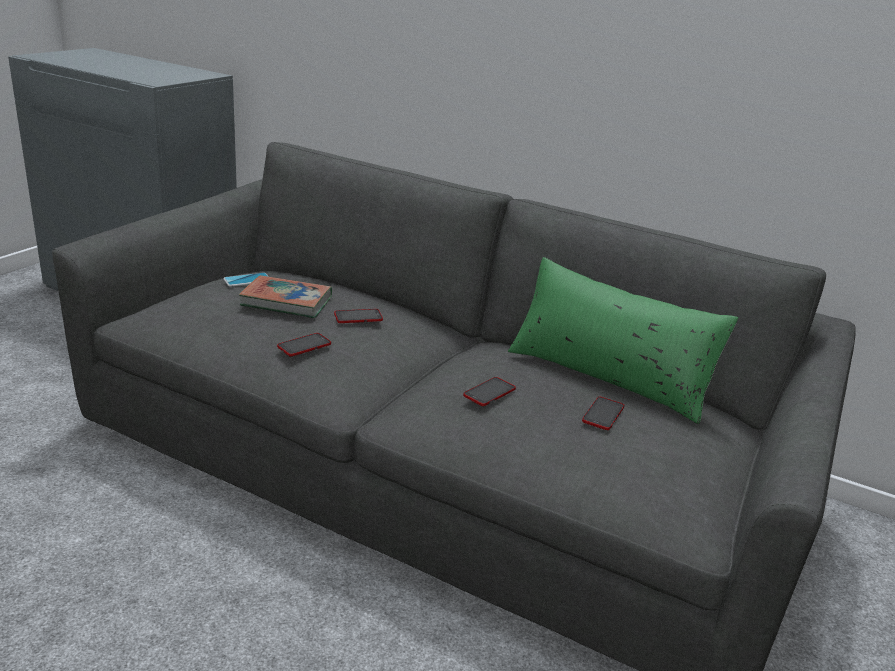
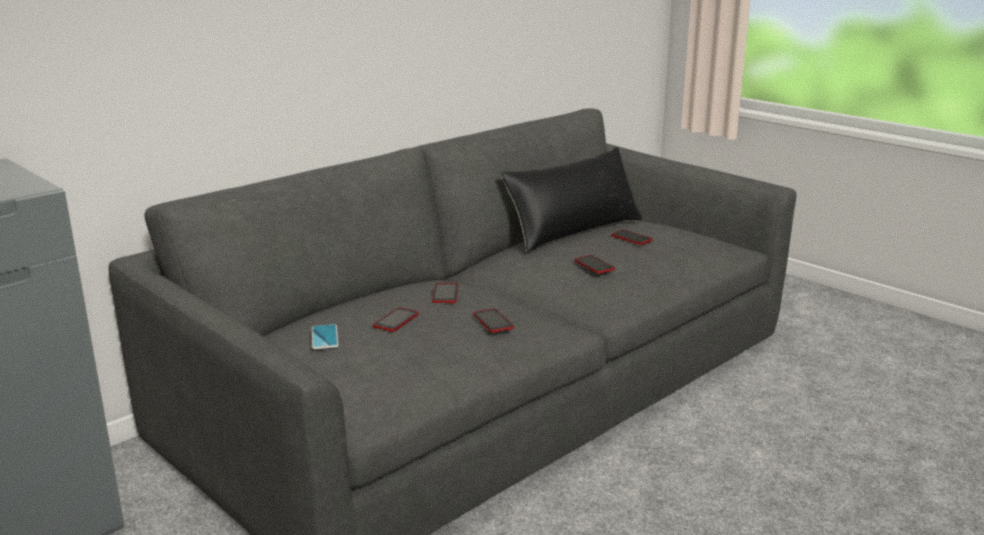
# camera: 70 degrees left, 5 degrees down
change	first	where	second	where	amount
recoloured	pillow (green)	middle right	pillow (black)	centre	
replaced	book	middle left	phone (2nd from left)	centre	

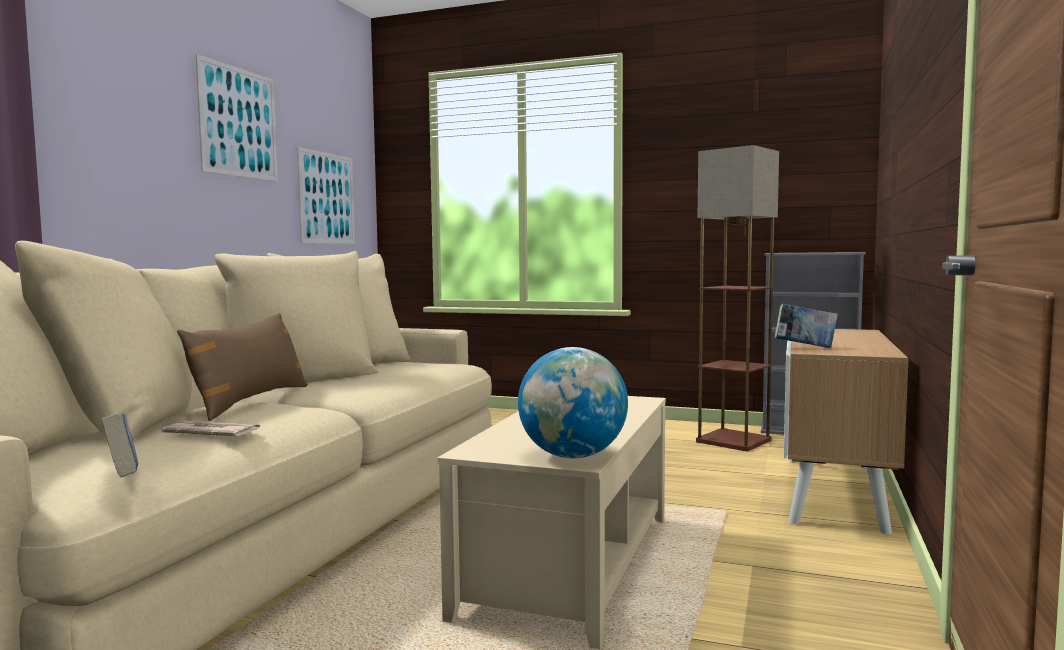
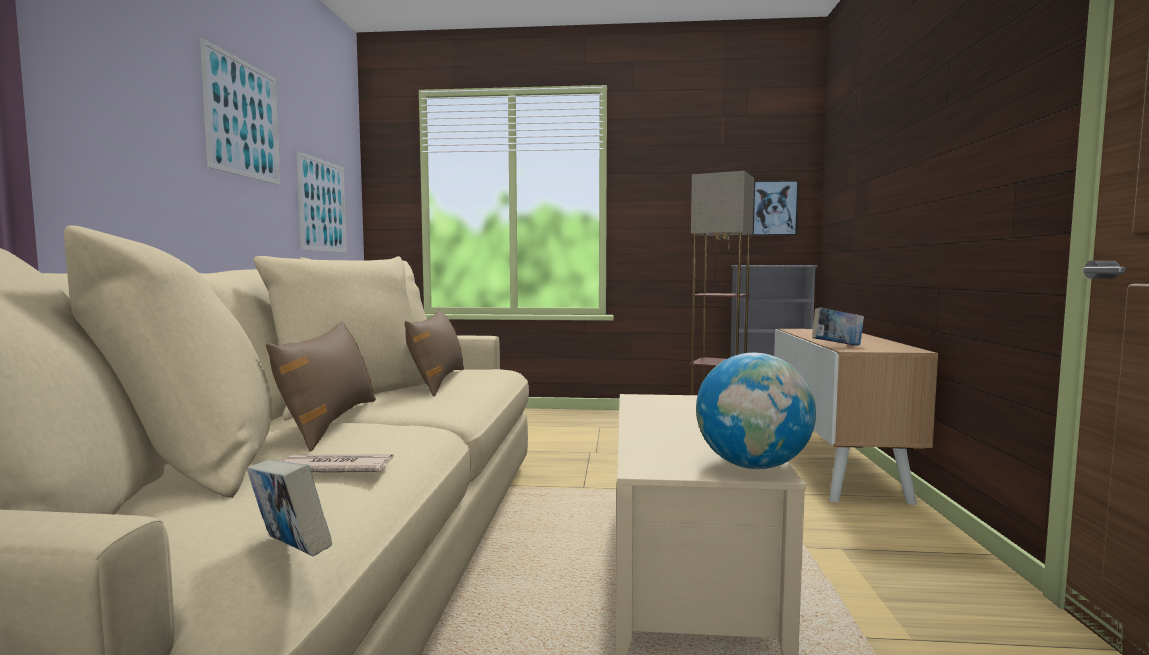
# camera: 15 degrees left, 0 degrees up
change	first	where	second	where	amount
added			picture (3rd from left)	top right	
added			pillow (brown) (2nd from left)	centre	

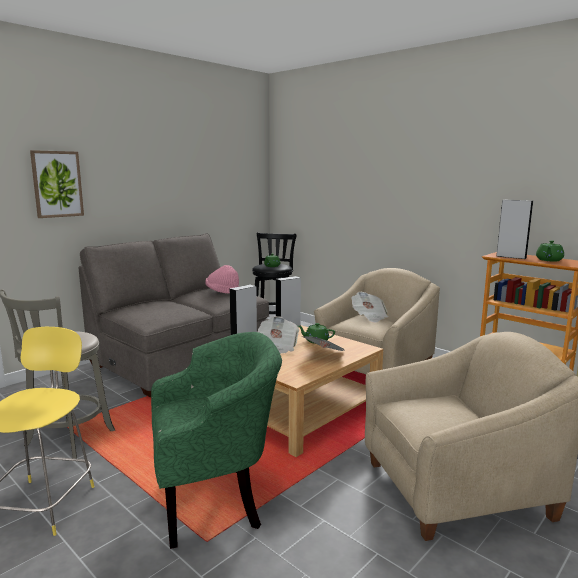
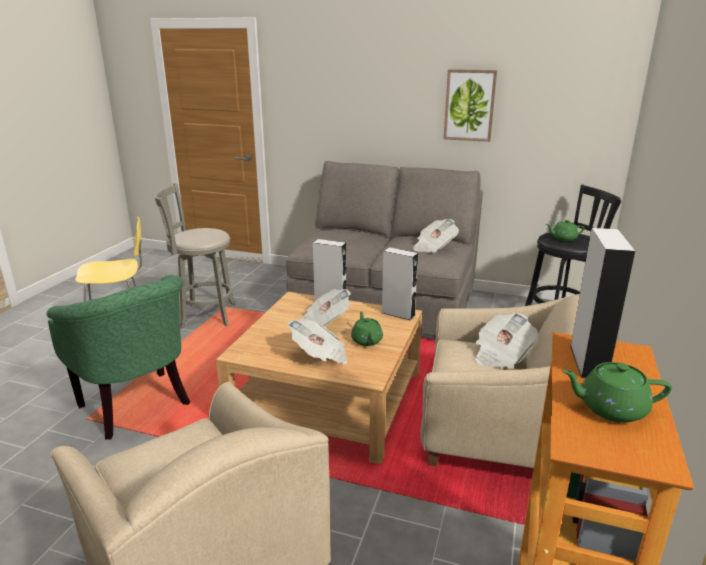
# camera: 65 degrees right, 10 degrees up
change	first	where	second	where	amount
moved	picture	top left		top centre	
replaced	hat (pink)	centre	newspaper (3rd from left)	centre	

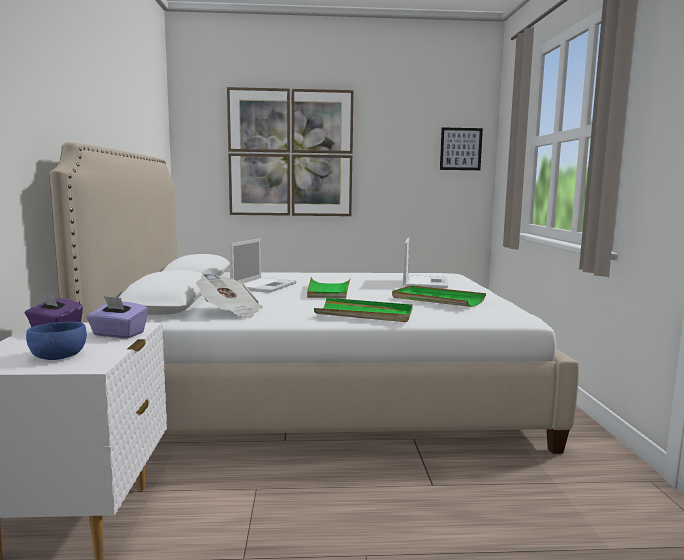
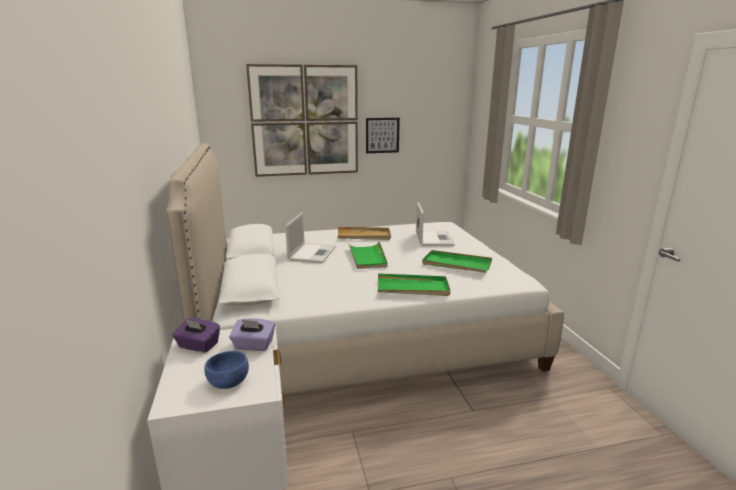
# camera: 10 degrees left, 10 degrees up
change	first	where	second	where	amount
moved	picture (2nd from left)	top right		top centre	
removed	newspaper	centre			
added			tray (beige)	centre	

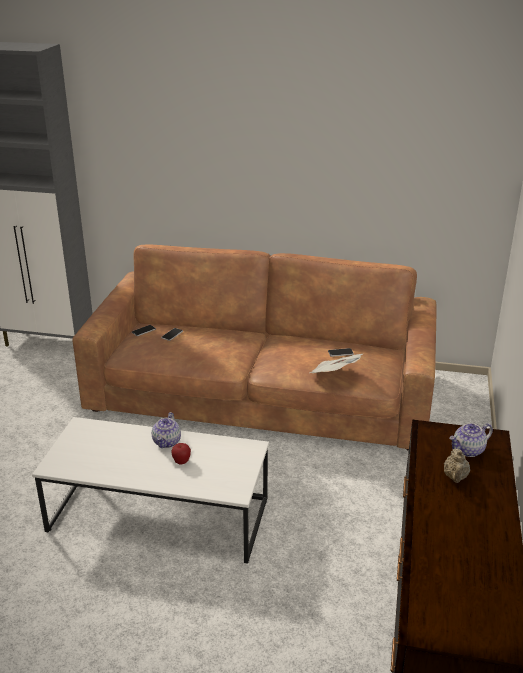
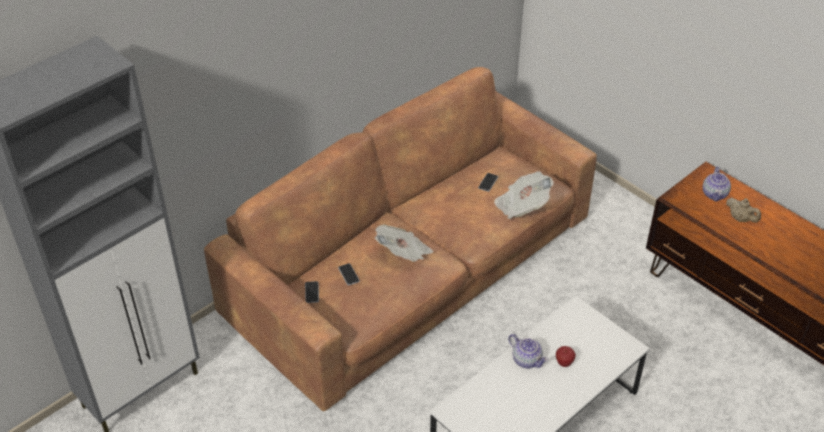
# camera: 55 degrees left, 15 degrees up
change	first	where	second	where	amount
added			newspaper (1st from left)	centre	

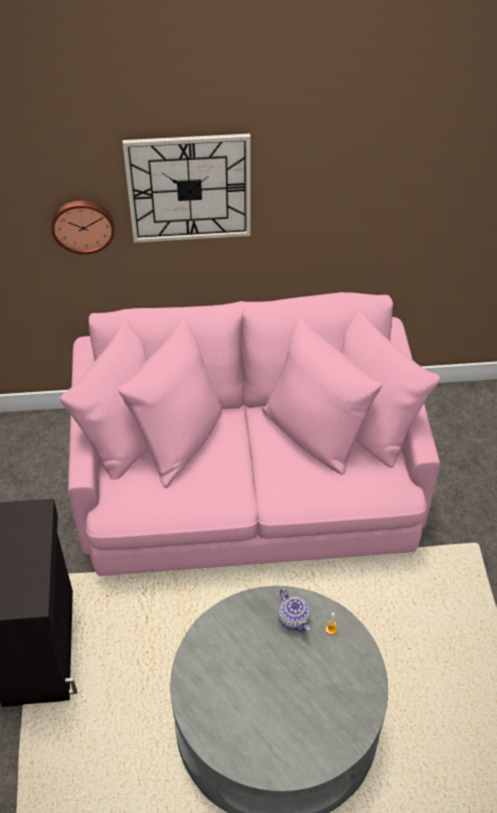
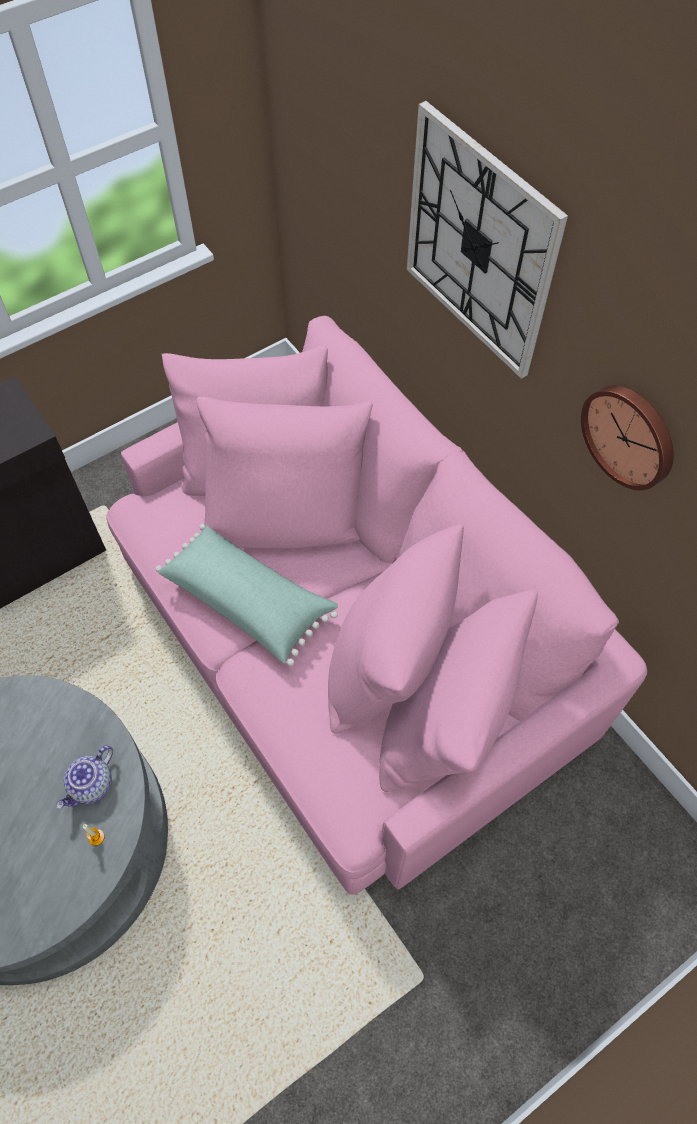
# camera: 60 degrees right, 10 degrees up
change	first	where	second	where	amount
moved	wall clock (1st from left in the first image)	top left	wall clock (2nd from left)	middle right	
added			pillow (green)	centre	

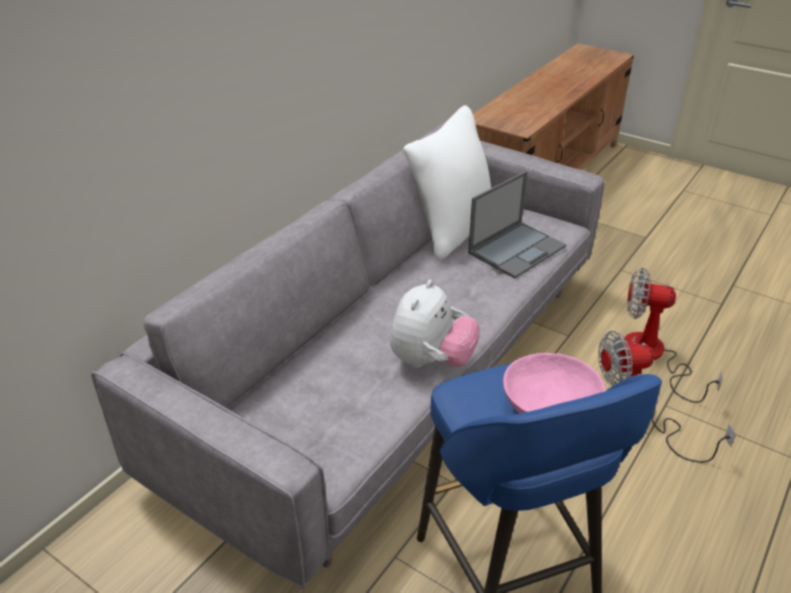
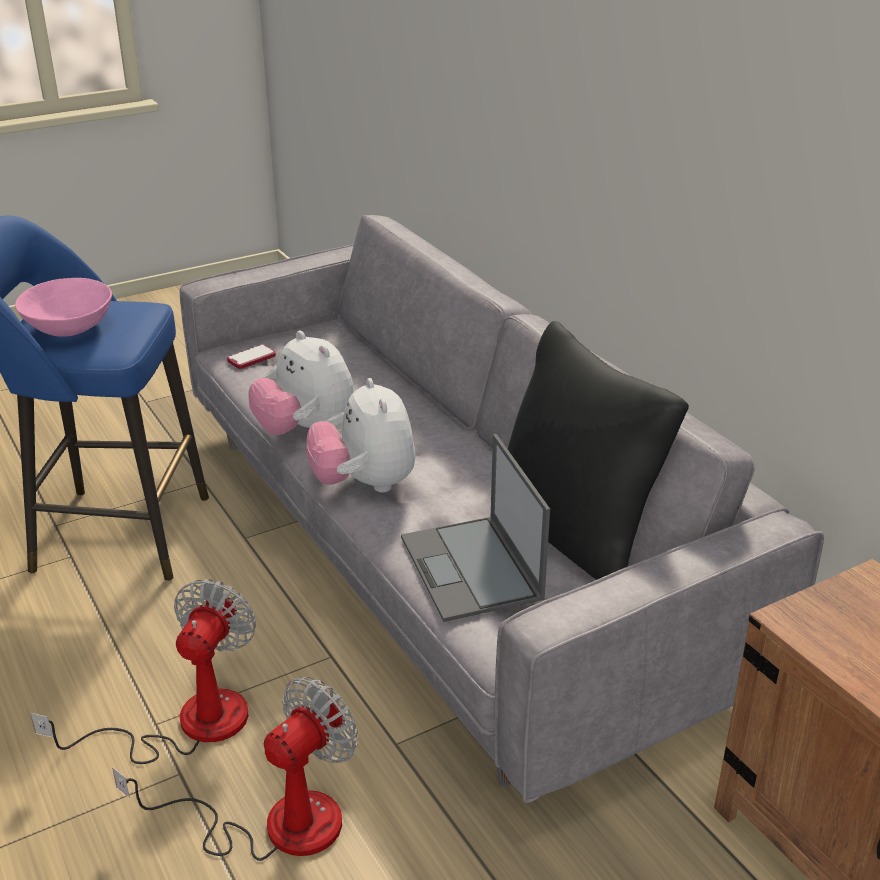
# camera: 115 degrees right, 5 degrees down
change	first	where	second	where	amount
recoloured	pillow (white)	top centre	pillow (black)	middle right	
added			phone	middle left	
added			plush toy (2nd from left)	centre	

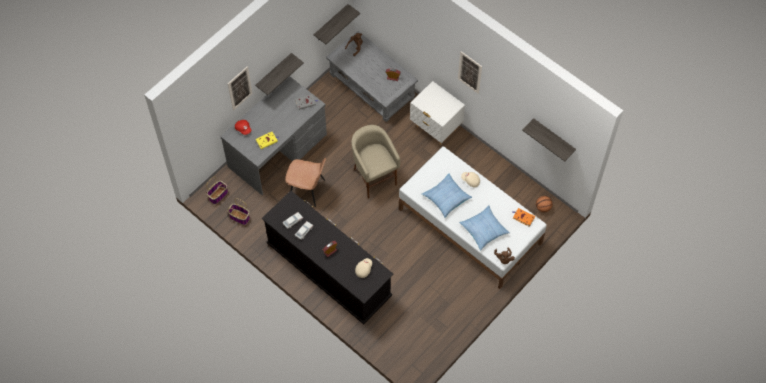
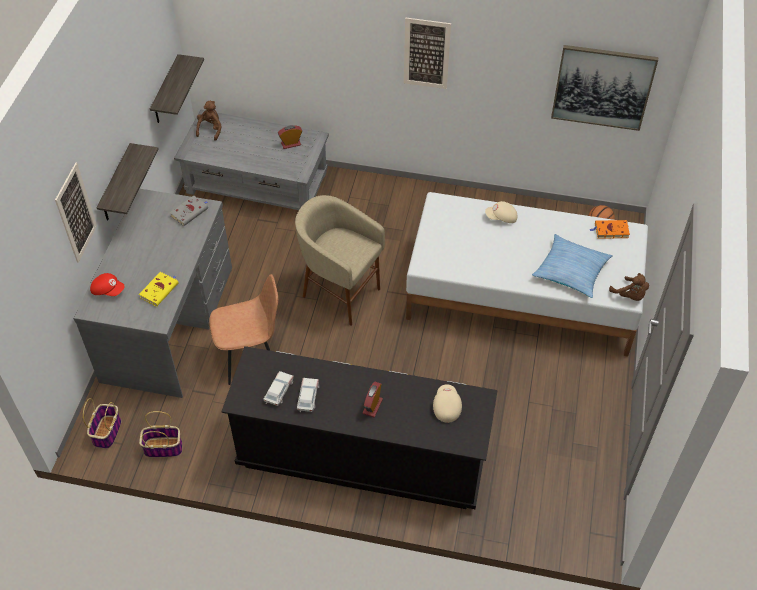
# camera: 30 degrees left, 10 degrees down
change	first	where	second	where	amount
removed	nightstand (white)	top centre			
replaced	shelf (3rd from left)	middle right	picture (3rd from left)	top right	
removed	pillow (1st from left)	centre			

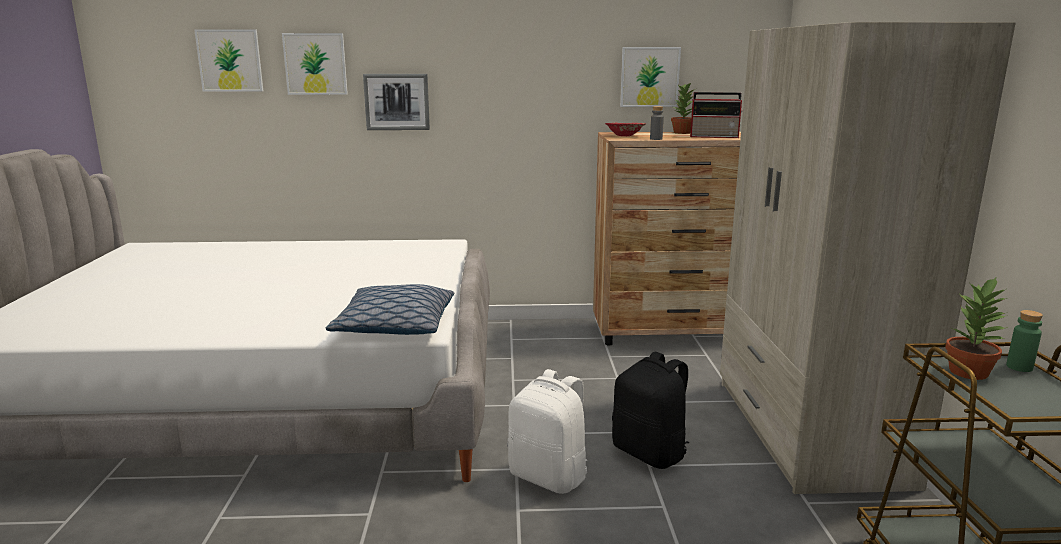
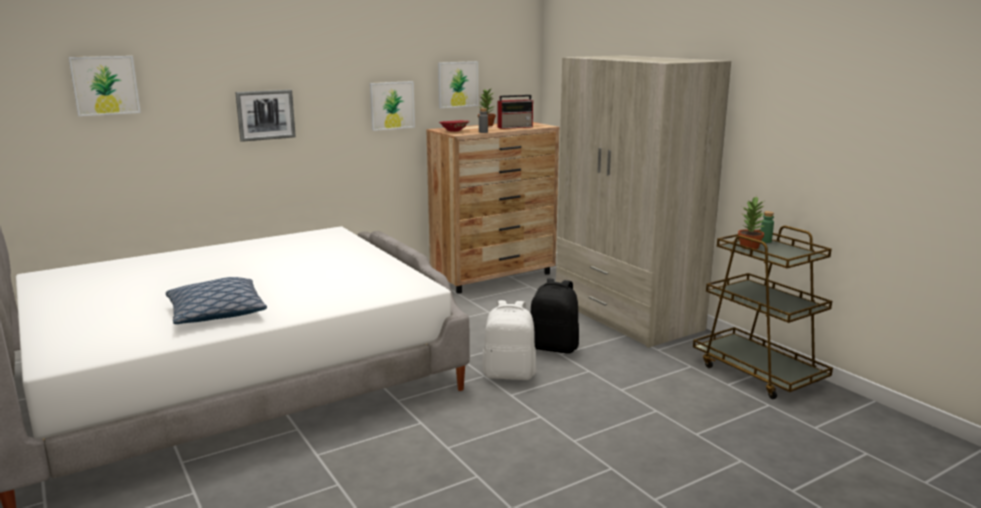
# camera: 30 degrees left, 0 degrees up
change	first	where	second	where	amount
moved	picture (2nd from left in the first image)	top left	picture (3rd from left)	top centre	
moved	pillow	centre		middle left	

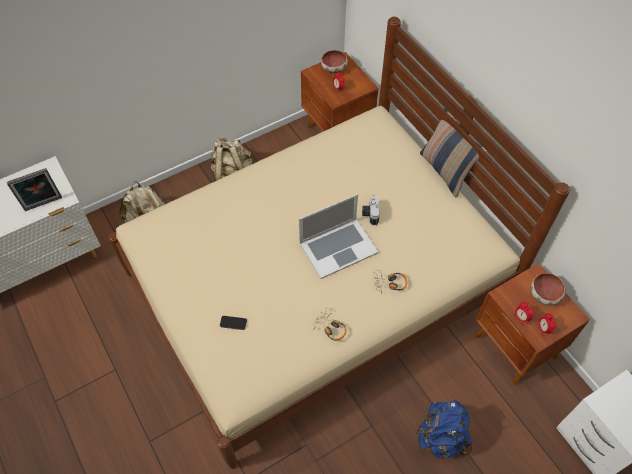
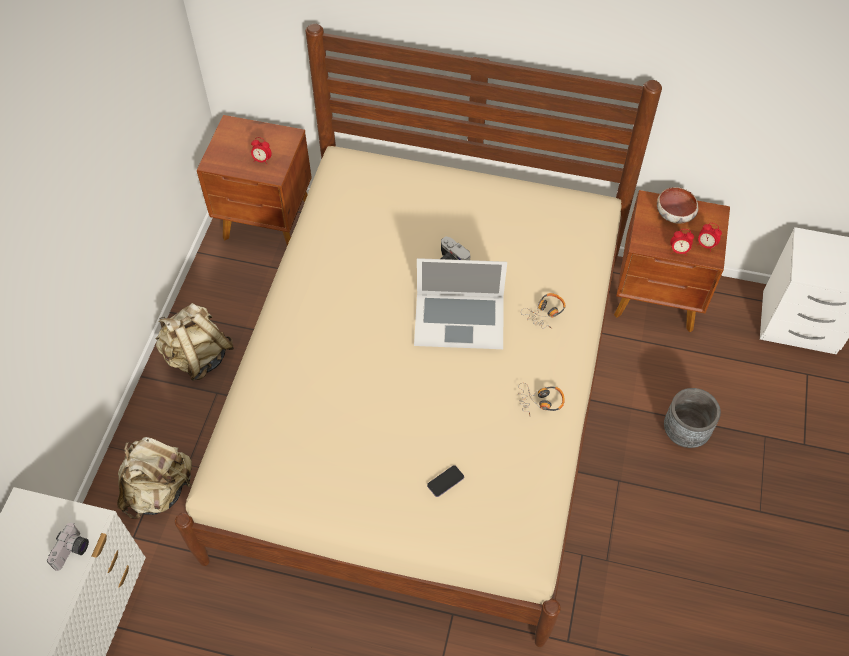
# camera: 45 degrees left, 0 degrees up
change	first	where	second	where	amount
removed	bowl (1st from left)	top centre			
removed	pillow	top right			
replaced	picture frame	middle left	photo camera (1st from left)	bottom left	
turned	laptop	centre		centre	75 degrees clockwise
replaced	backpack (blue)	bottom right	planter (grey)	middle right	

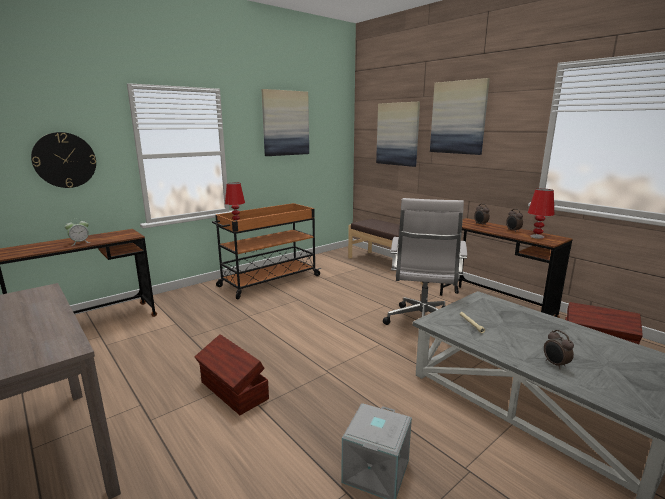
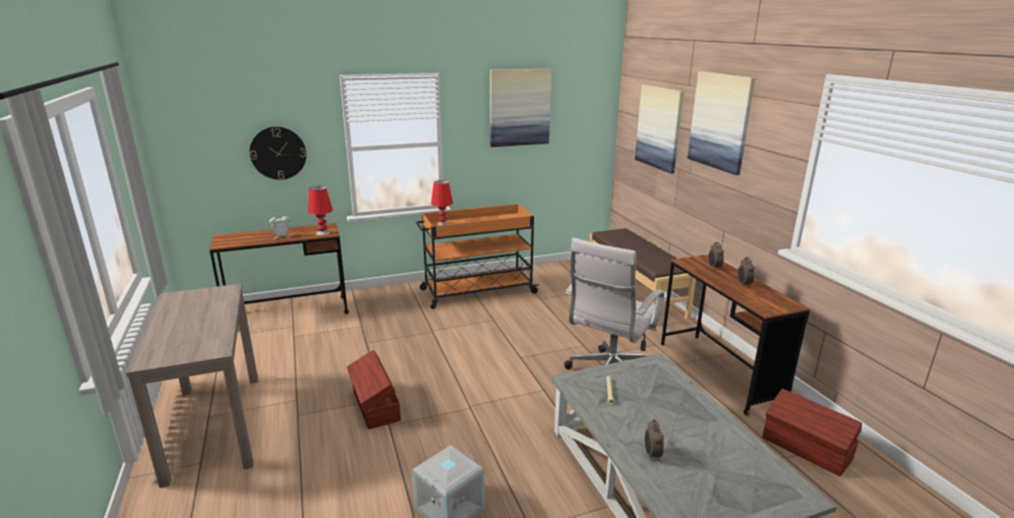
# camera: 20 degrees right, 5 degrees up
change	first	where	second	where	amount
moved	table lamp (red) (2nd from left in the first image)	middle right	table lamp (red) (1st from left)	middle left	

